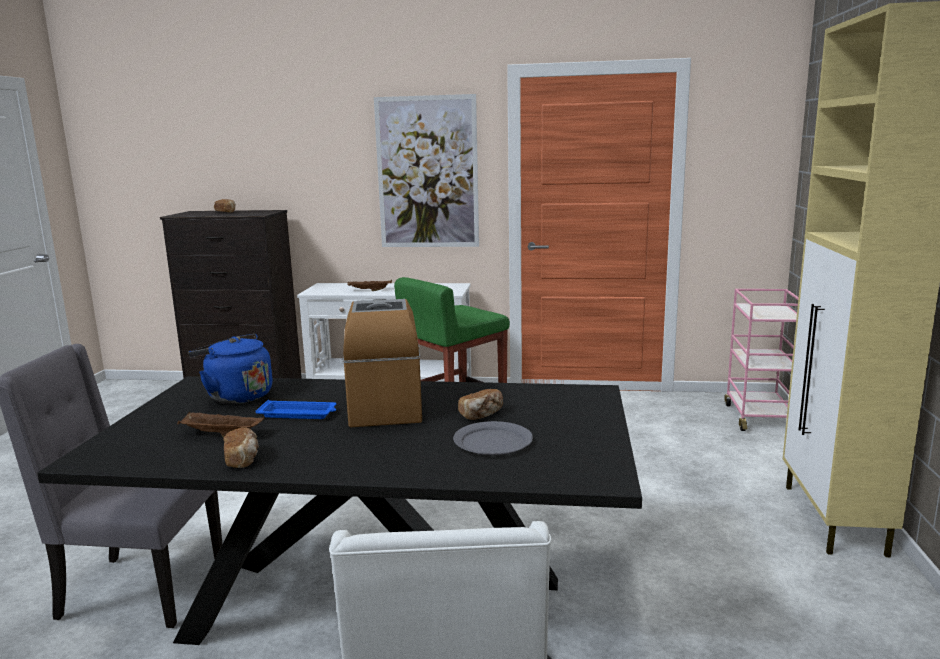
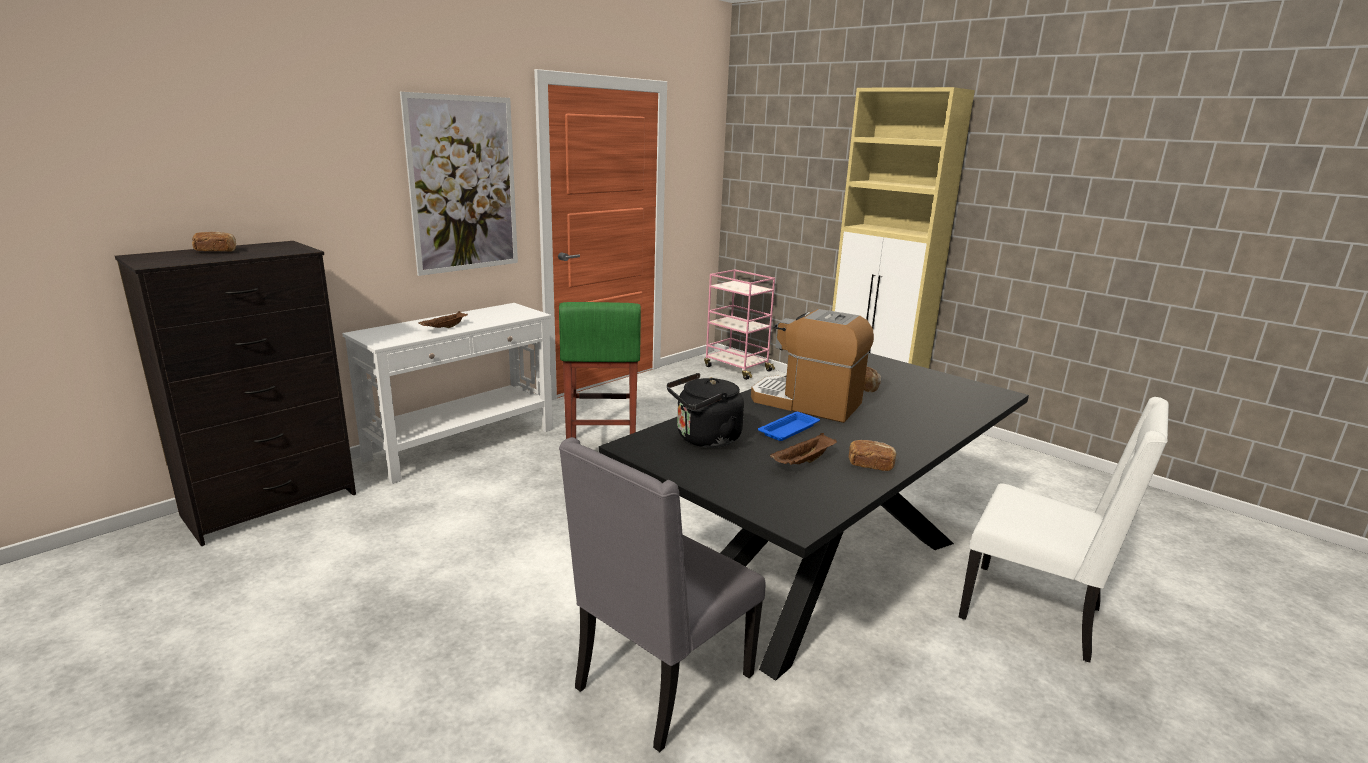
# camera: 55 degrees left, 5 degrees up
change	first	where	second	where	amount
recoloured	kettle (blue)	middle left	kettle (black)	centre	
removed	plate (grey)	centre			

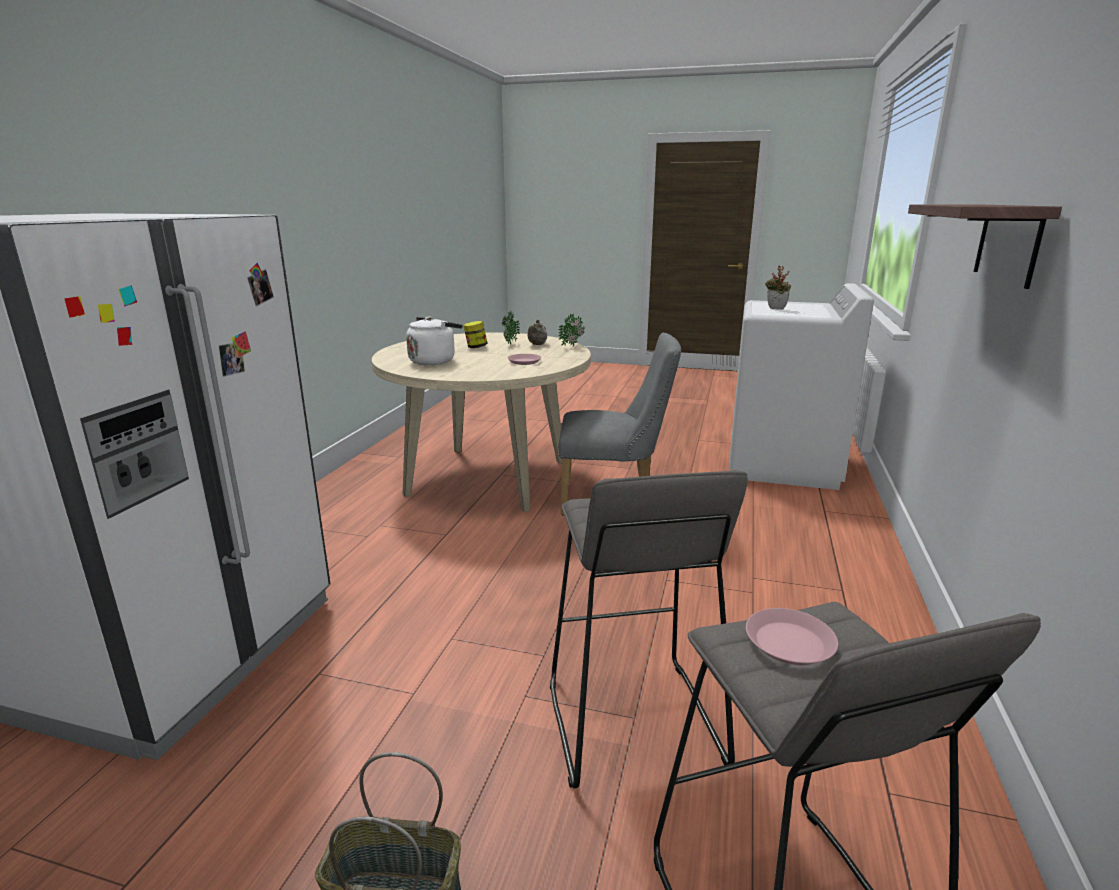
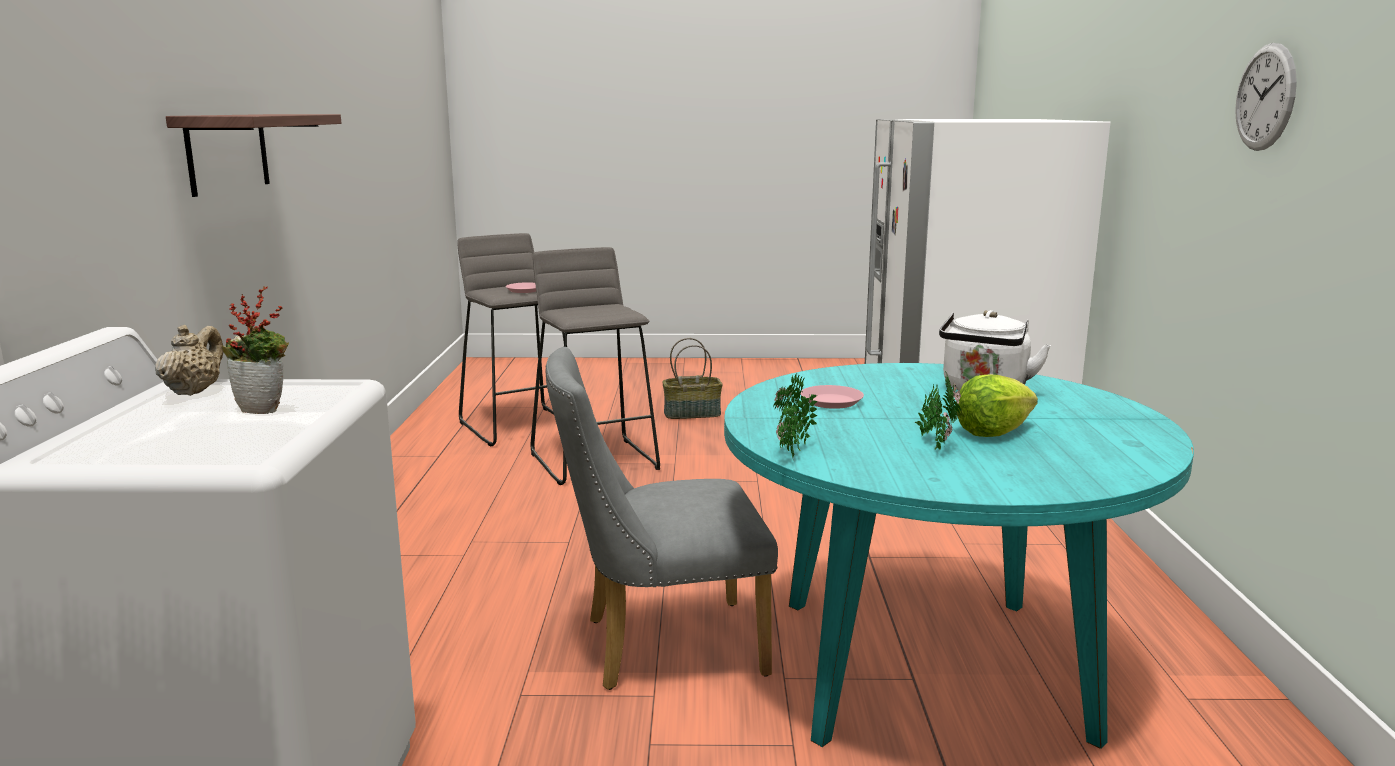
# camera: 165 degrees right, 5 degrees down
change	first	where	second	where	amount
moved	teapot (beige)	centre		middle left	
replaced	jar	centre	lettuce	middle right	
recoloured	dining table (beige)	centre	dining table (turquoise)	bottom right	
added			wall clock	top right	

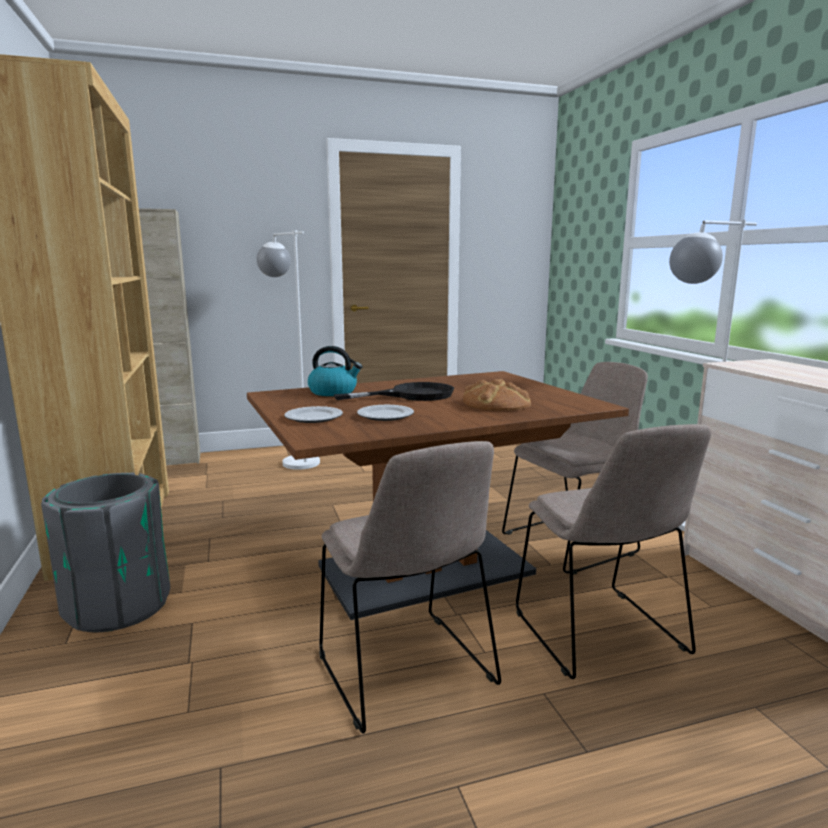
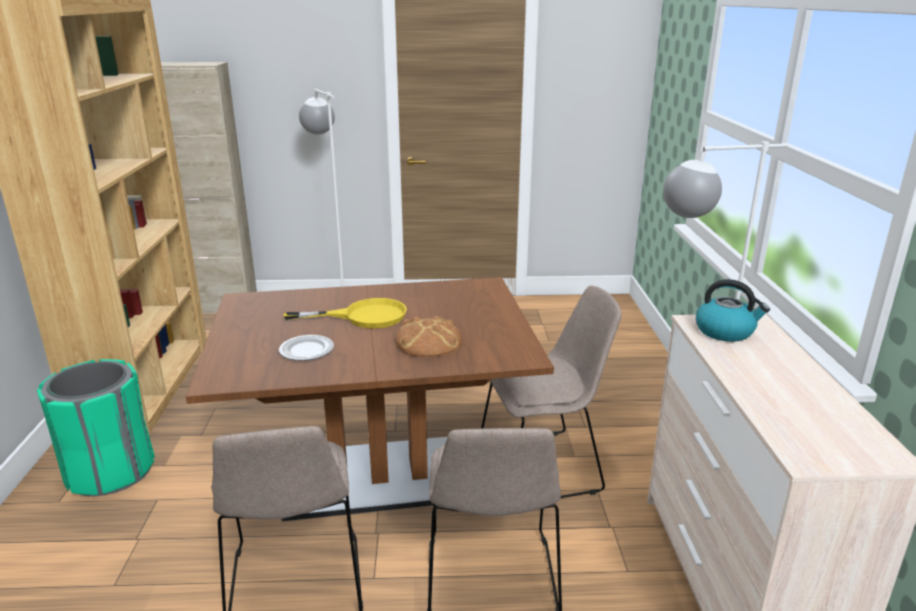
# camera: 15 degrees right, 10 degrees up
change	first	where	second	where	amount
moved	kettle	centre		middle right	
recoloured	frying pan (black)	centre	frying pan (yellow)	centre	
removed	plate (1st from left)	centre			
recoloured	trash can (grey)	bottom left	trash can (green)	bottom left	

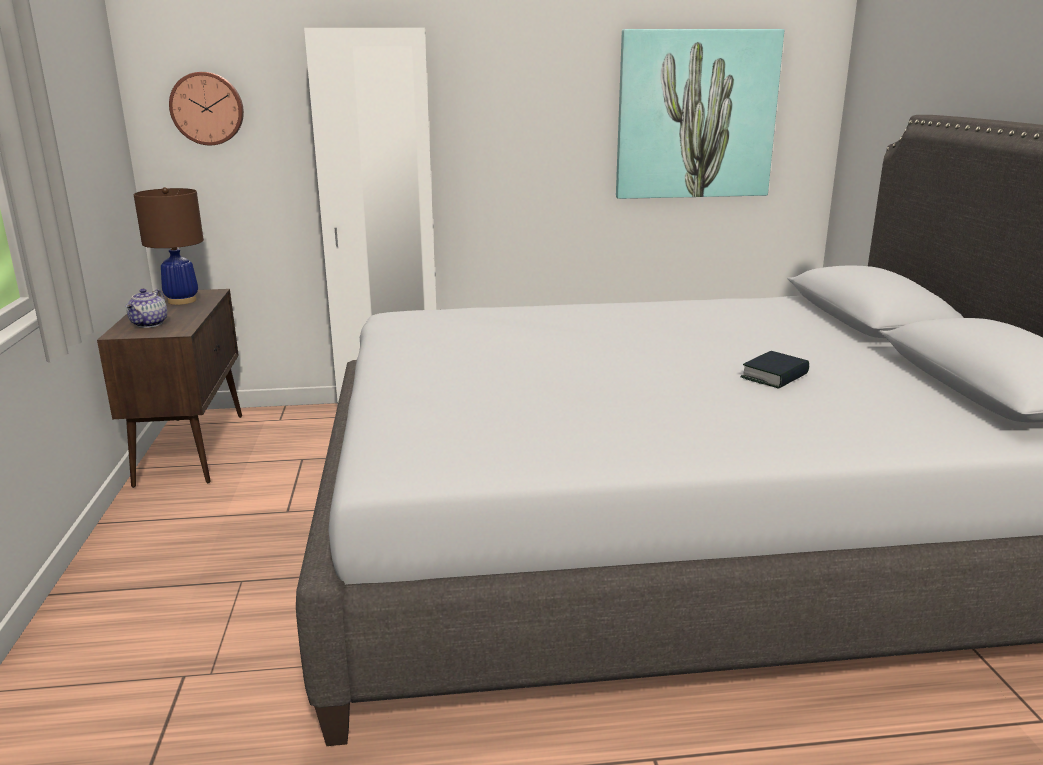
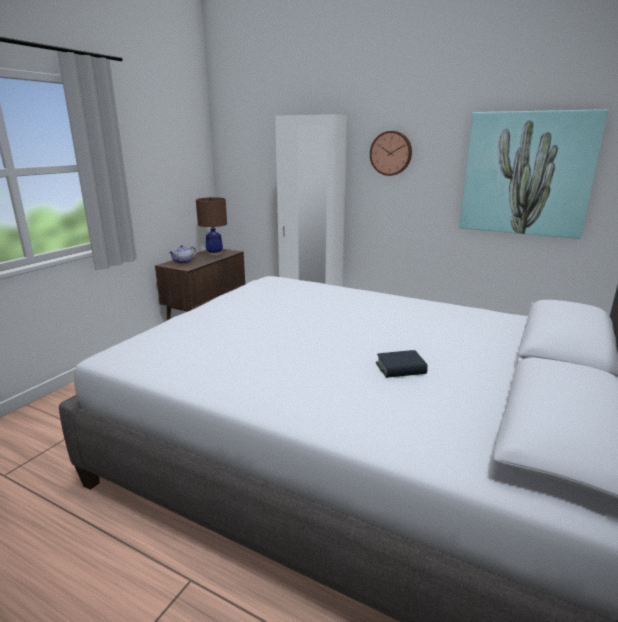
# camera: 35 degrees right, 0 degrees up
change	first	where	second	where	amount
moved	wall clock	top left		top centre	

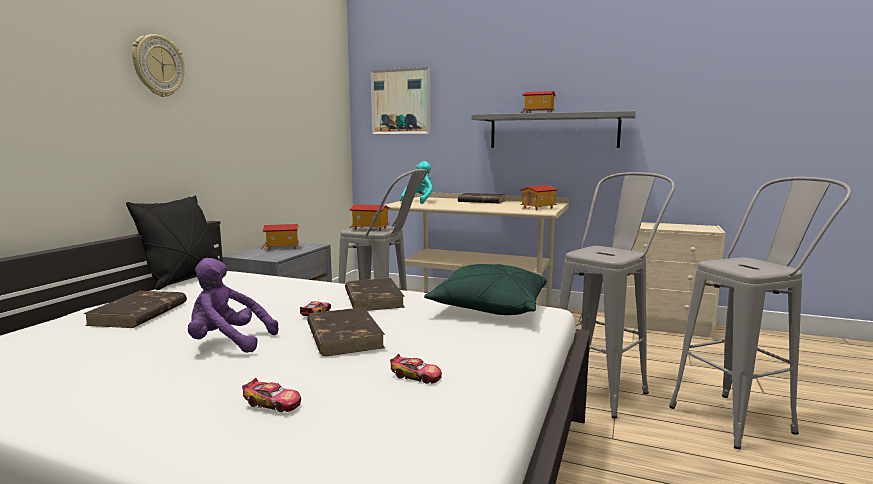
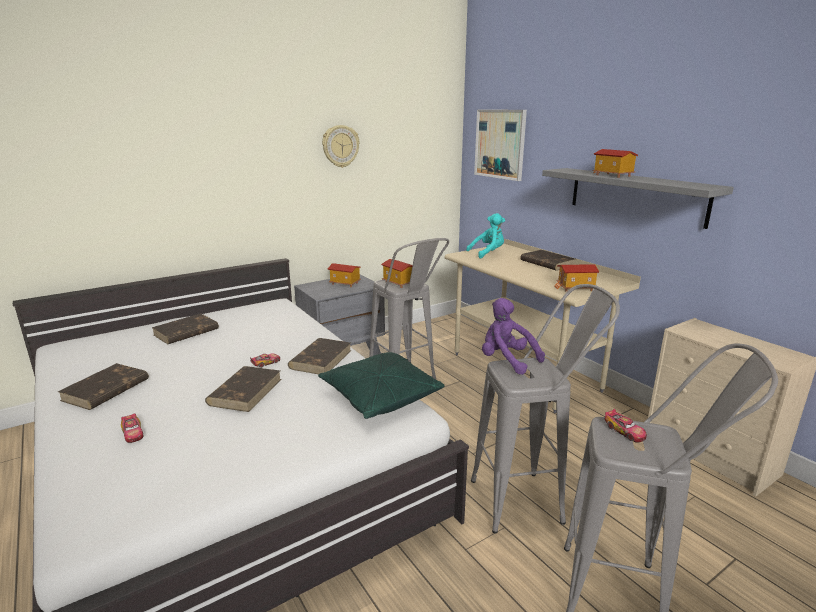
# camera: 35 degrees right, 10 degrees up
change	first	where	second	where	amount
moved	wall clock	top left		top centre	
removed	pillow (black)	middle left			
moved	plush toy (purple)	middle left		centre	
moved	toy car (3rd from left)	bottom centre		bottom right	
added			book (brown) (1st from left)	middle left	

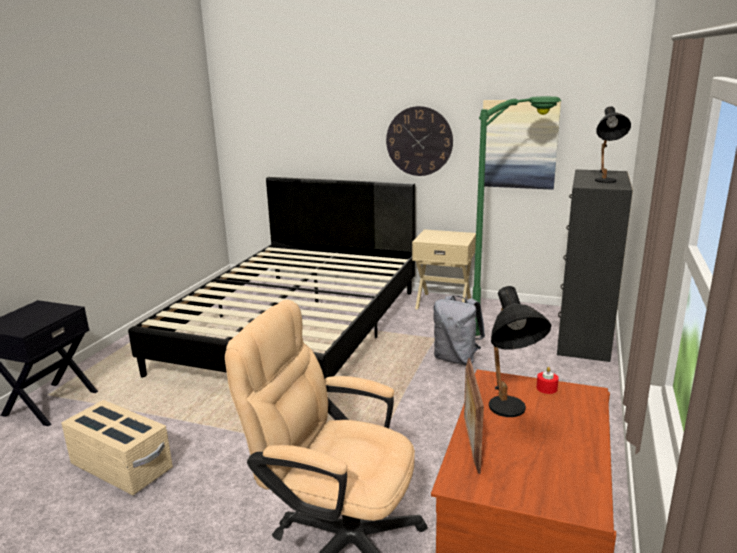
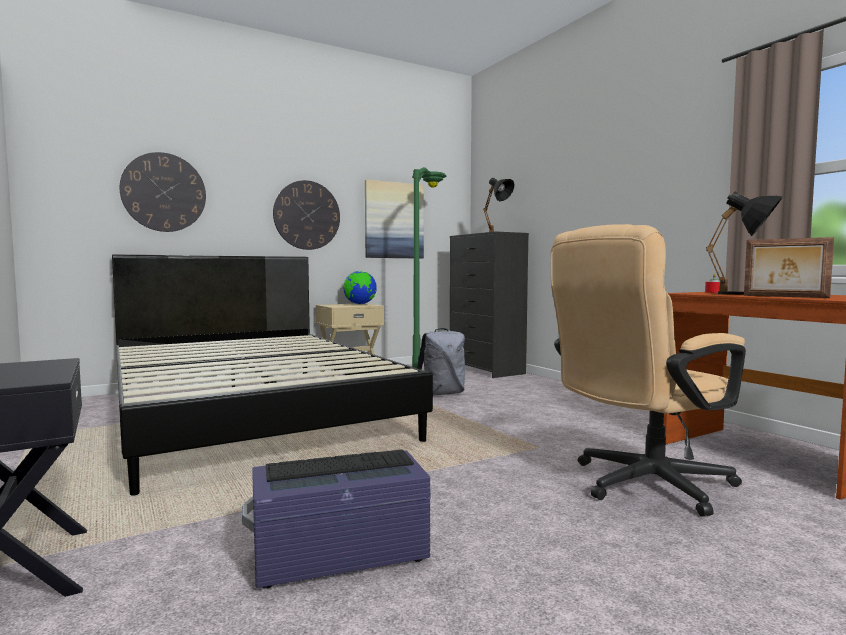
# camera: 50 degrees left, 15 degrees down
change	first	where	second	where	amount
recoloured	storage box (beige)	bottom left	storage box (purple)	bottom centre	
added			wall clock (1st from left)	top left	
added			globe	centre	
added			keyboard	bottom centre	

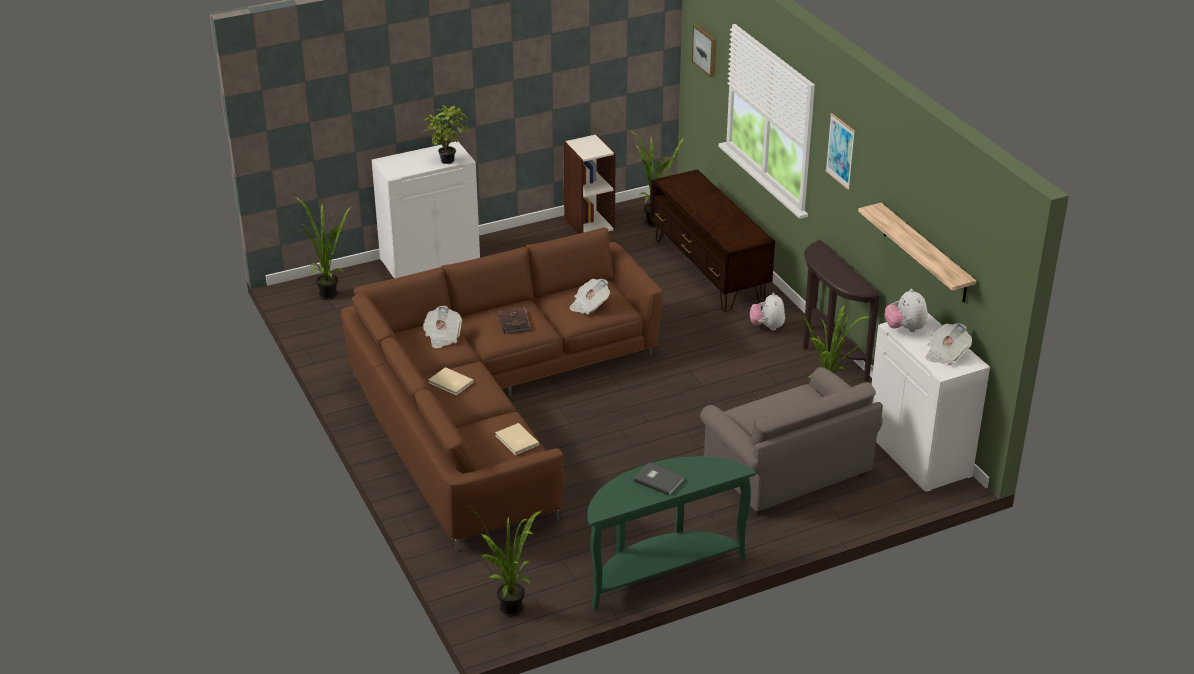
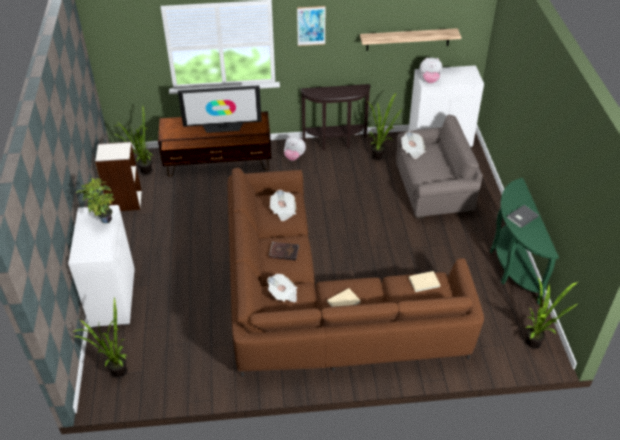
# camera: 70 degrees left, 10 degrees up
change	first	where	second	where	amount
removed	picture (1st from left)	top centre			
moved	newspaper (3rd from left)	middle right		top centre	
added			television	top centre	

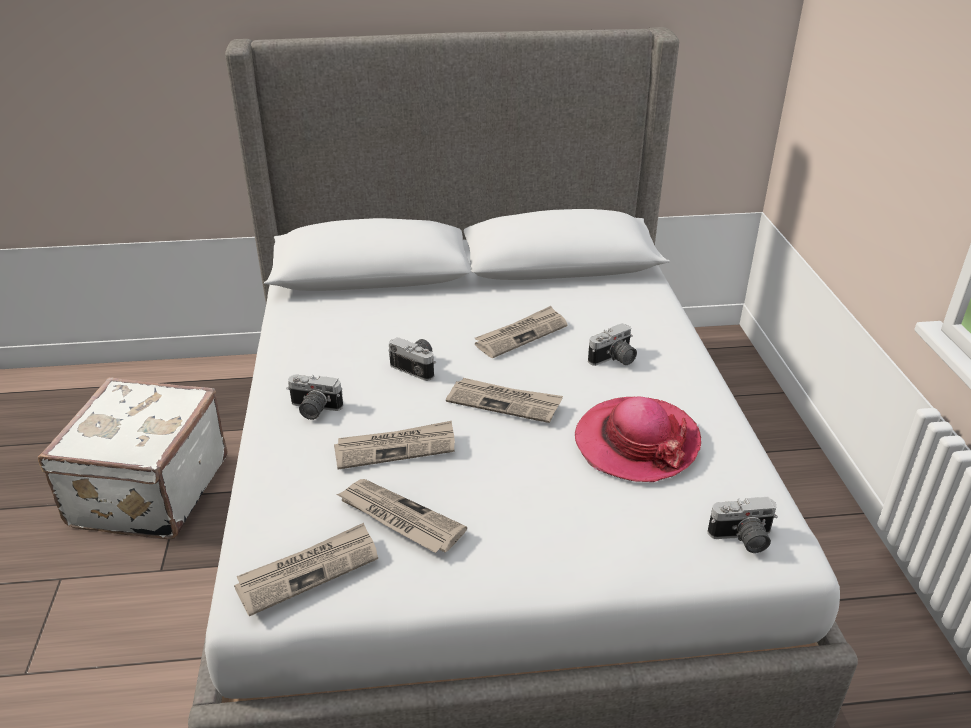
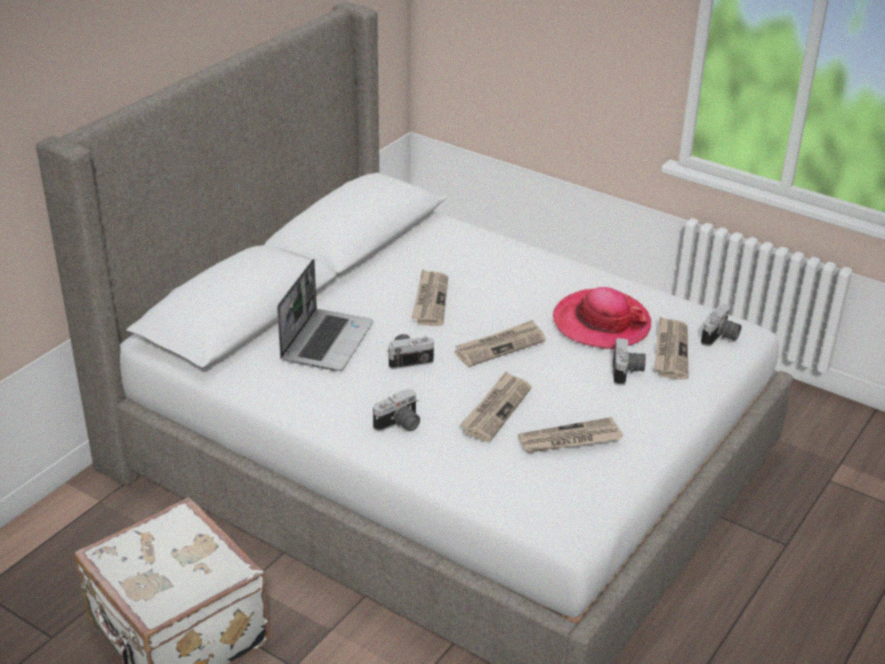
# camera: 50 degrees left, 0 degrees up
change	first	where	second	where	amount
moved	photo camera (3rd from left)	centre		middle right	
moved	newspaper (1st from left in the first image)	bottom left	newspaper (5th from left)	middle right	
added			laptop	centre	

